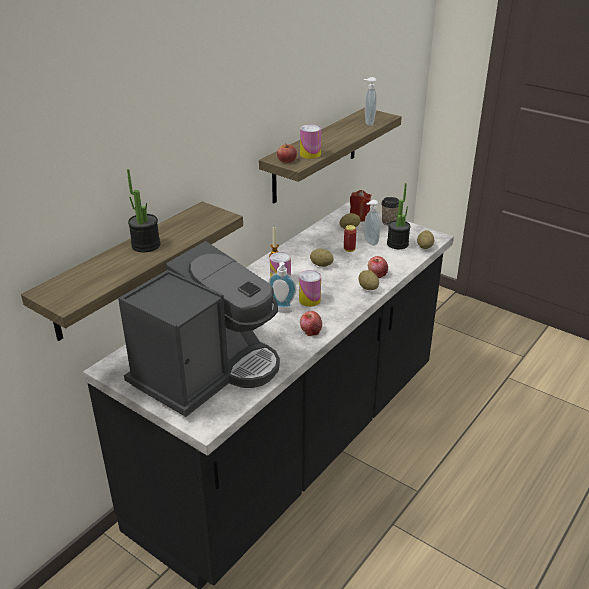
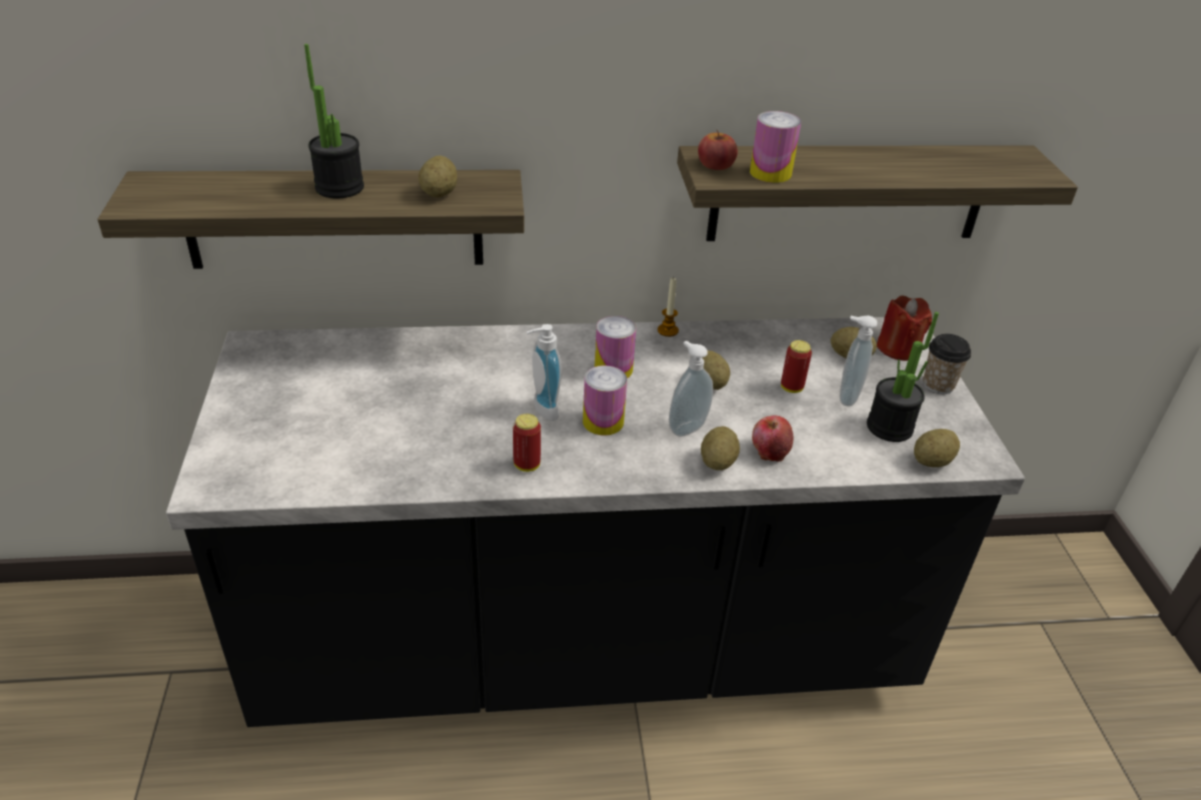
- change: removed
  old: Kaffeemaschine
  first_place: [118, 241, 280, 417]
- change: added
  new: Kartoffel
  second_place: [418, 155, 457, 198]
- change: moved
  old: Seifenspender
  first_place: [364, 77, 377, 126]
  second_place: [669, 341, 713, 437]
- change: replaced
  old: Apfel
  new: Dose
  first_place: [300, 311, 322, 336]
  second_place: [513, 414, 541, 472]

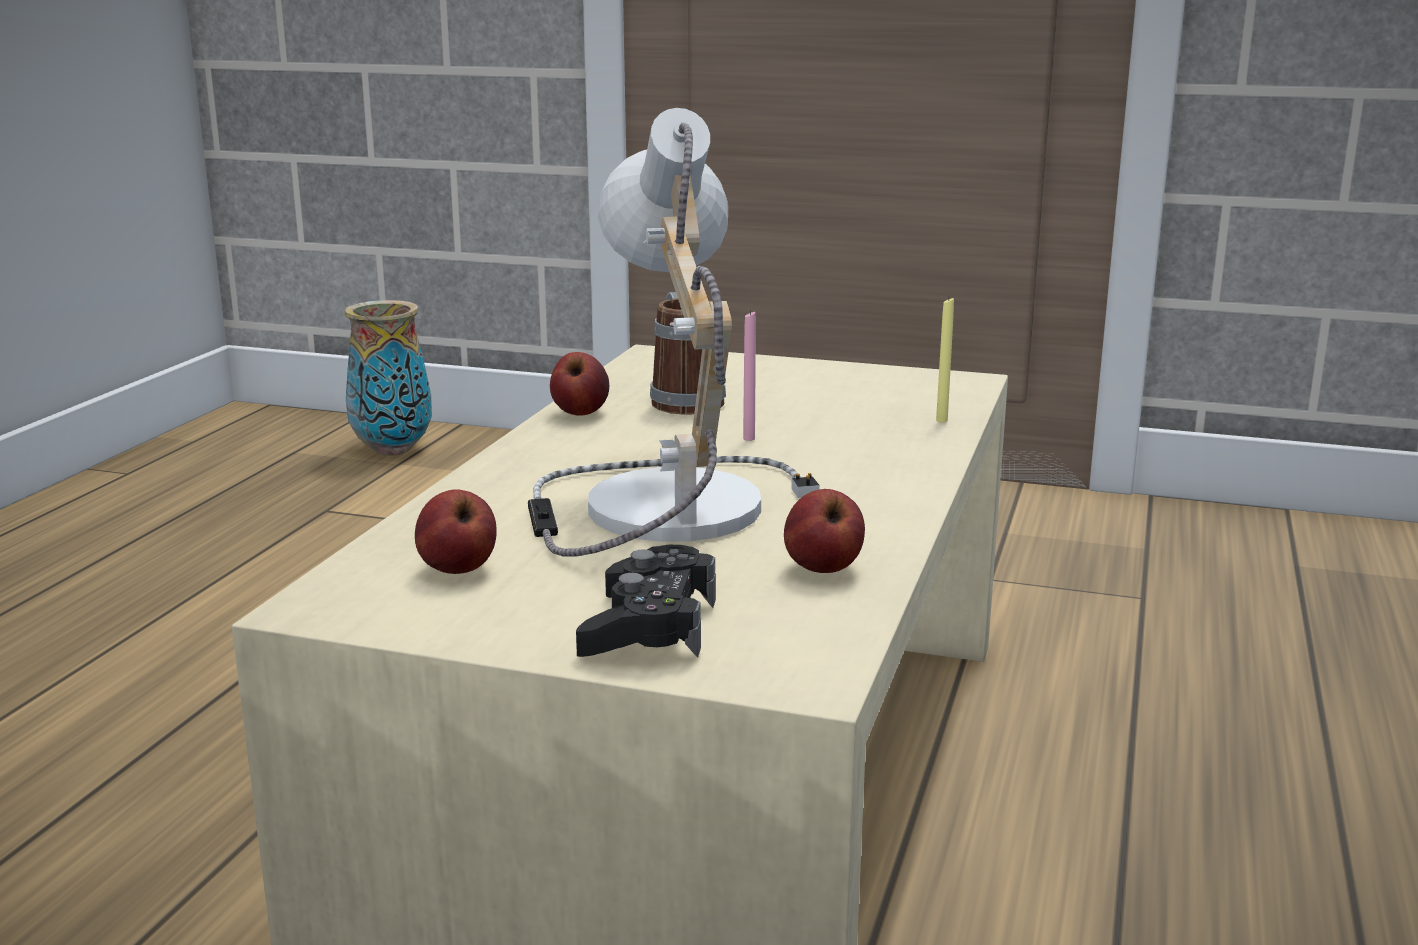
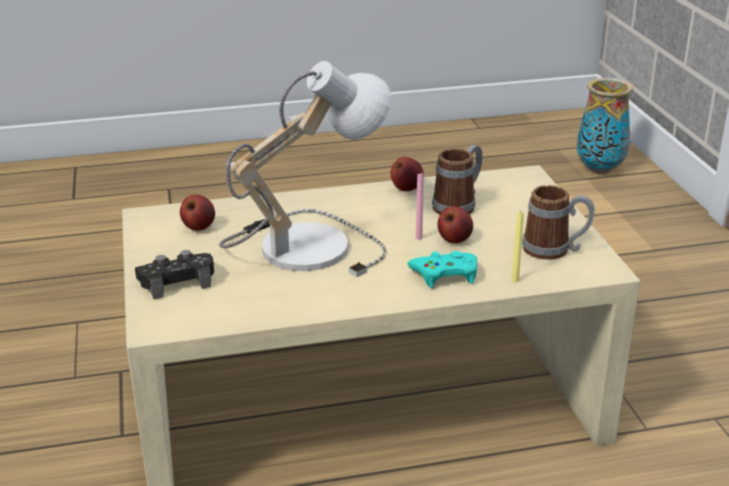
- change: added
  new: Gamepad (türkis)
  second_place: [408, 251, 477, 288]
- change: added
  new: Henkelbecher
  second_place: [522, 185, 595, 260]
- change: moved
  old: Apfel
  first_place: [784, 489, 865, 573]
  second_place: [437, 206, 473, 244]

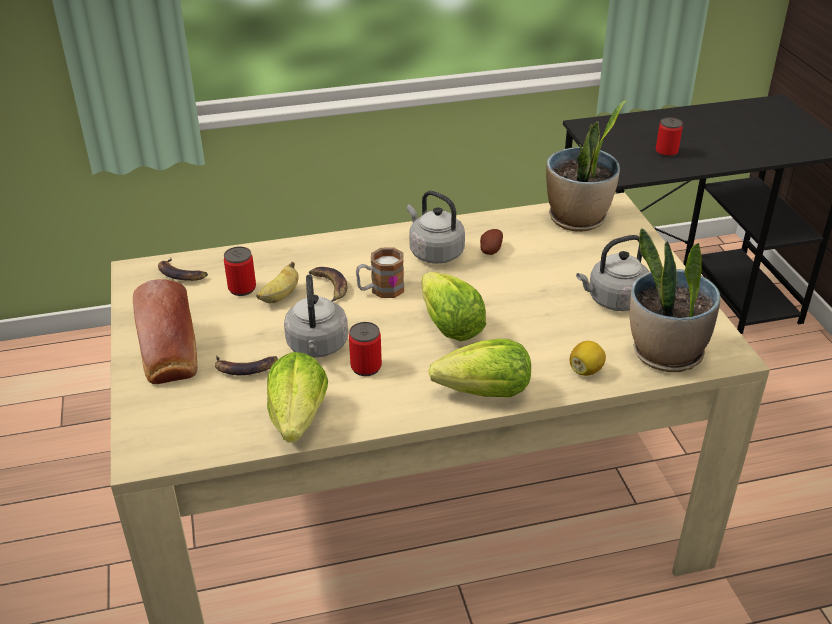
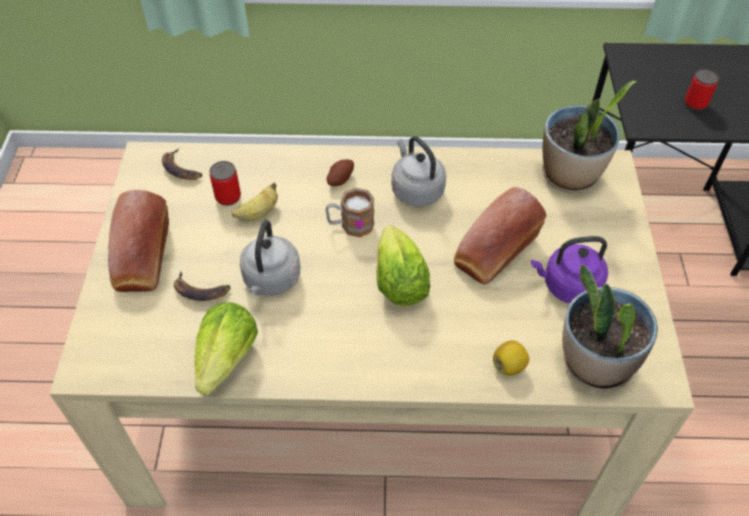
- change: removed
  old: Banane
  first_place: [309, 267, 347, 302]
- change: removed
  old: Dose
  first_place: [349, 322, 382, 376]
- change: removed
  old: Salatkopf
  first_place: [428, 339, 531, 397]
- change: added
  new: Brot
  second_place: [454, 187, 546, 285]
- change: moved
  old: Kartoffel
  first_place: [480, 229, 503, 255]
  second_place: [327, 159, 354, 186]
- change: recoloured
  old: Wasserkessel (grau)
  new: Wasserkessel (lila)
  first_place: [576, 235, 649, 311]
  second_place: [531, 236, 608, 303]

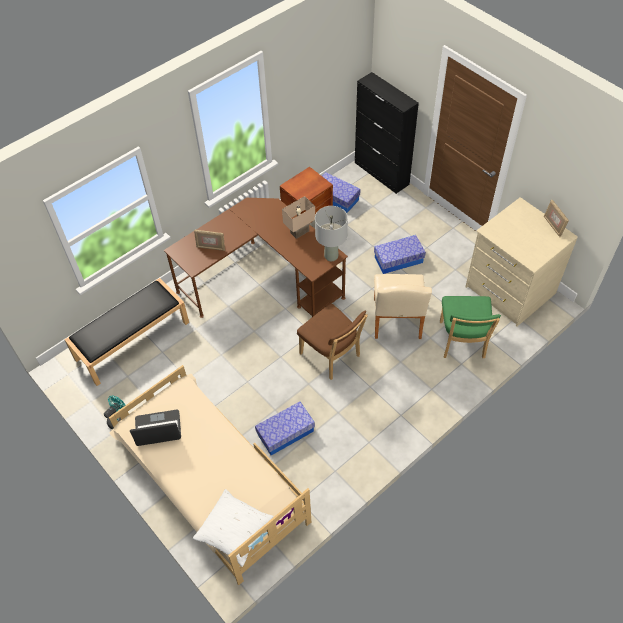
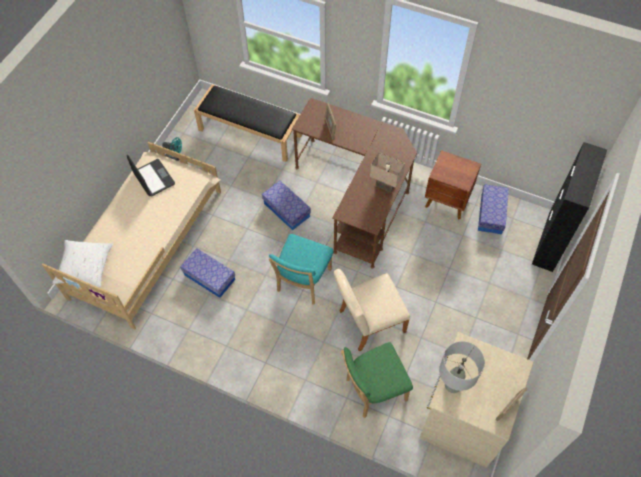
- change: moved
  old: Tischlampe (grau)
  first_place: [315, 206, 348, 261]
  second_place: [439, 341, 485, 393]
- change: moved
  old: Aufbewahrungsbox
  first_place: [374, 235, 426, 274]
  second_place: [262, 181, 311, 231]
- change: recoloured
  old: Stuhl (braun)
  new: Stuhl (türkis)
  first_place: [297, 304, 368, 380]
  second_place: [269, 234, 333, 305]

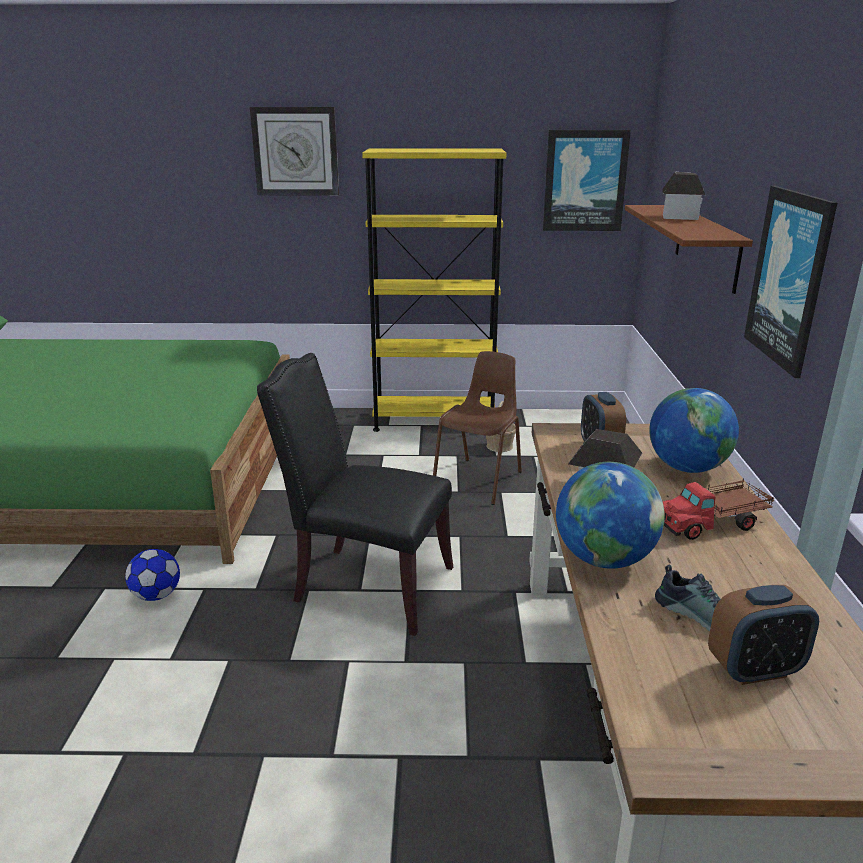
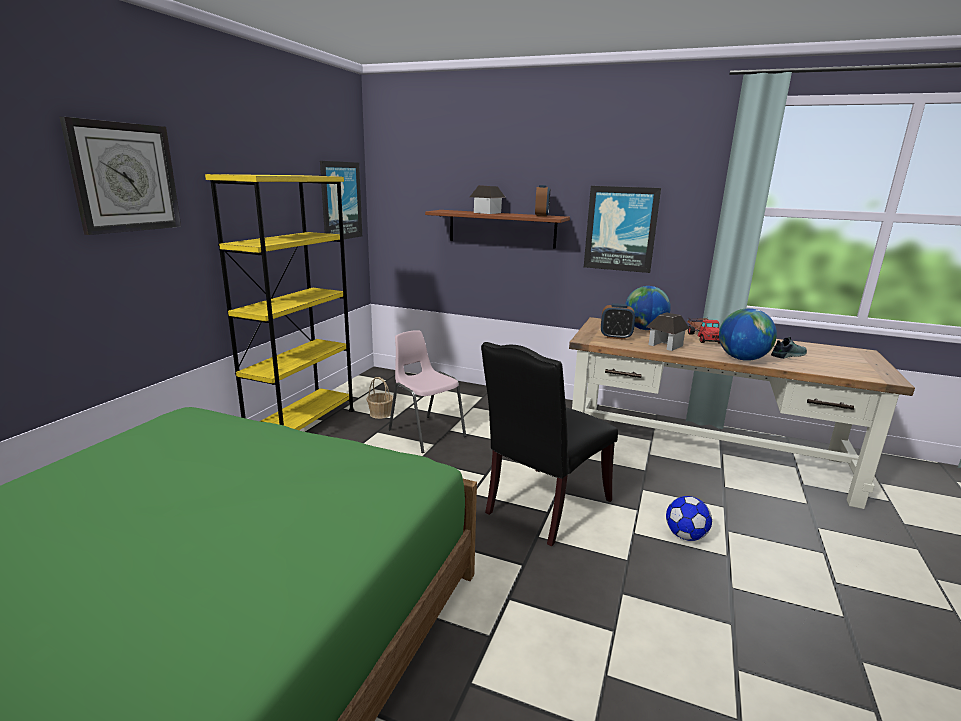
- change: moved
  old: Fußball
  first_place: [125, 549, 180, 601]
  second_place: [666, 496, 712, 541]
- change: moved
  old: Wecker
  first_place: [708, 585, 819, 685]
  second_place: [535, 185, 550, 217]
- change: recoloured
  old: Stuhl (braun)
  new: Stuhl (rosa)
  first_place: [433, 351, 522, 505]
  second_place: [389, 330, 466, 453]

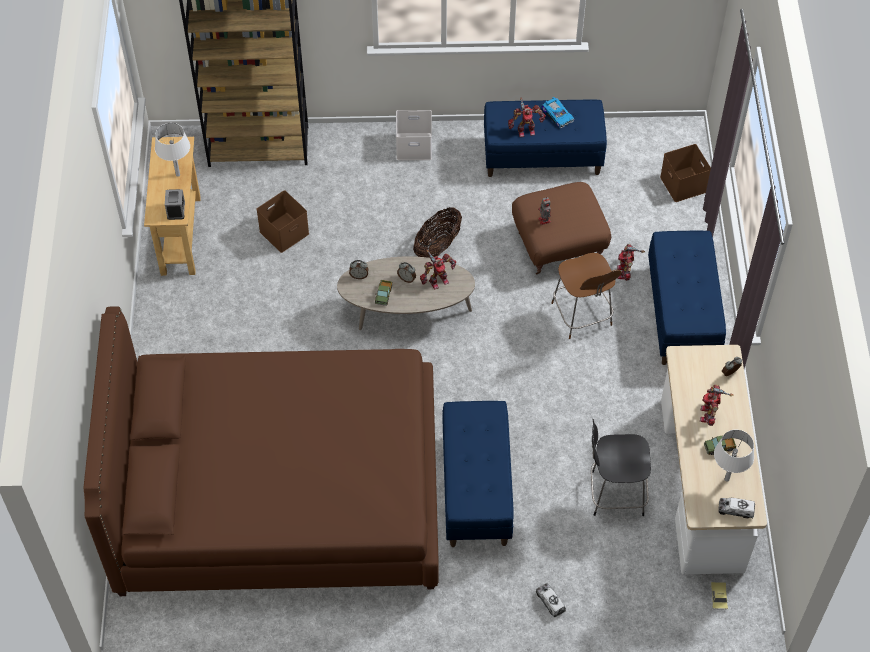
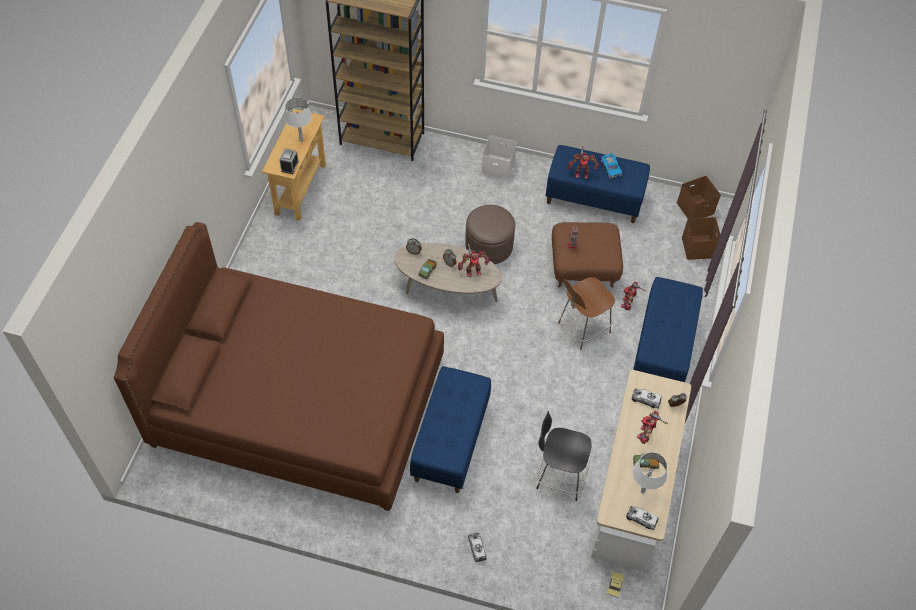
- change: added
  new: Spielzeuglaster
  second_place: [632, 388, 662, 409]
- change: moved
  old: Aufbewahrungsbox (braun)
  first_place: [256, 190, 309, 253]
  second_place: [677, 176, 721, 218]
- change: replaced
  old: Korb
  new: Polsterhocker (braun)
  first_place: [413, 207, 462, 258]
  second_place: [465, 205, 515, 264]
- change: turned
  old: Stuhl (braun)
  first_place: [551, 253, 622, 339]
  second_place: [558, 277, 615, 350]
  degrees: 60

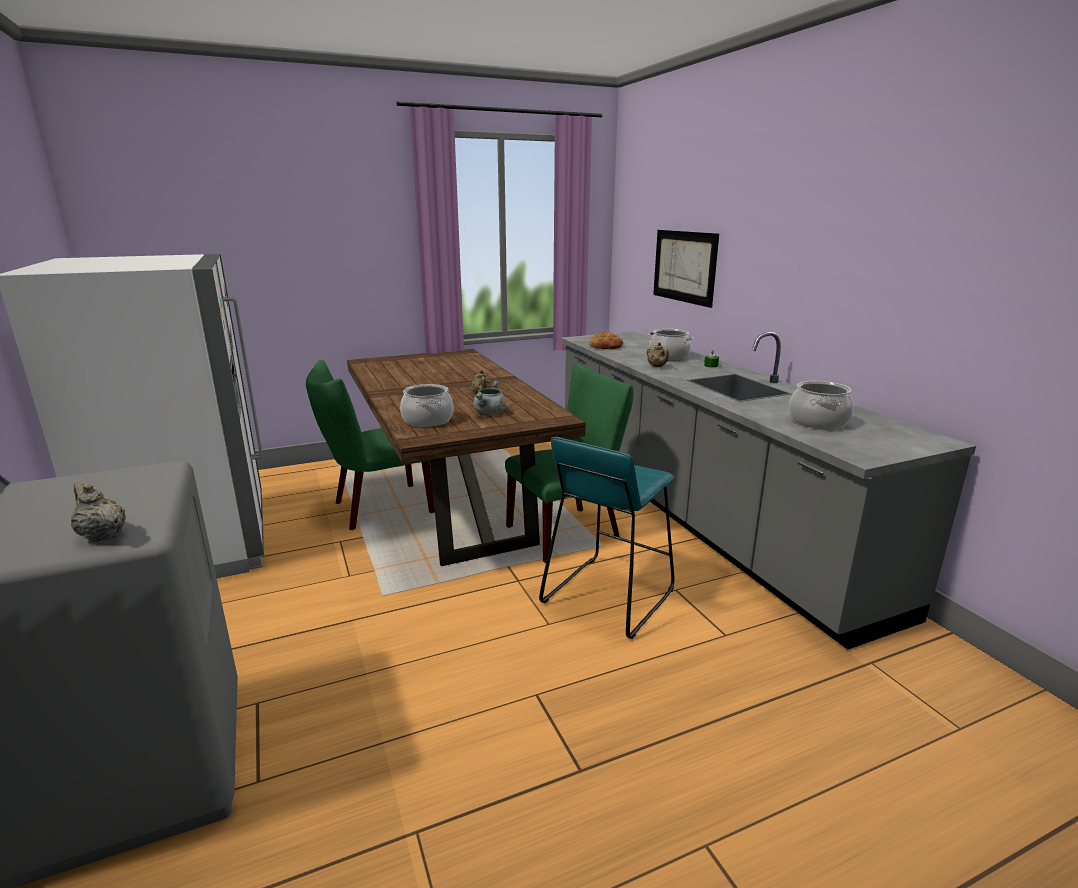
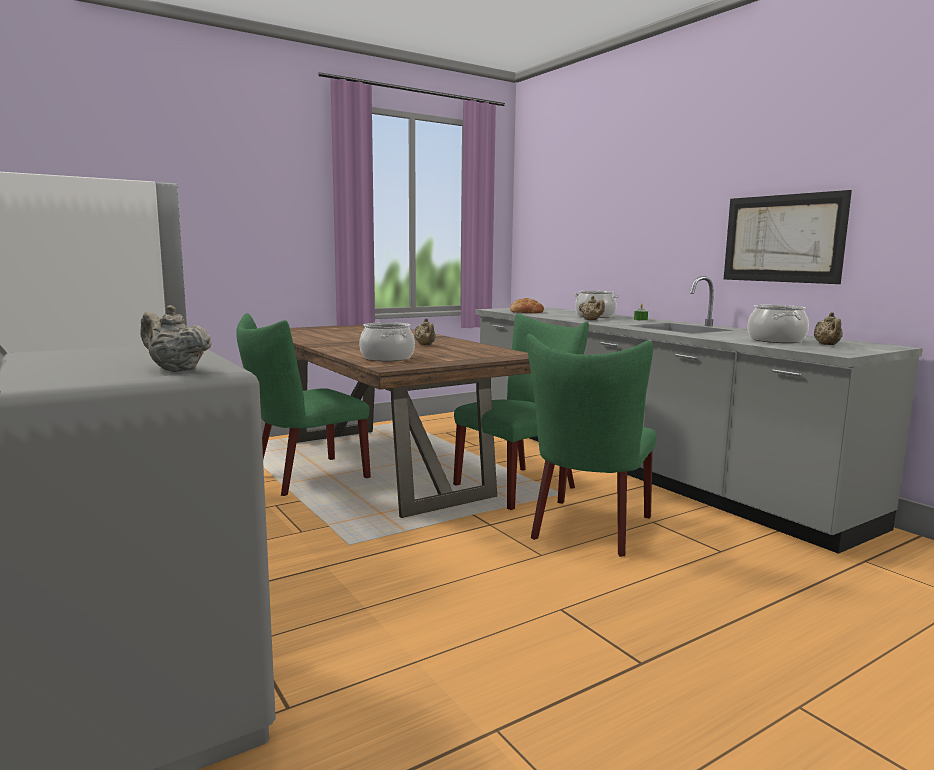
- change: removed
  old: Kochtopf (grau)
  first_place: [473, 381, 506, 415]
- change: added
  new: Teekanne (beige)
  second_place: [814, 312, 843, 345]
- change: moved
  old: Bild
  first_place: [653, 230, 719, 308]
  second_place: [724, 190, 852, 284]
- change: replaced
  old: Hocker (türkis)
  new: Stuhl (grün)
  first_place: [539, 437, 675, 639]
  second_place: [527, 334, 657, 557]

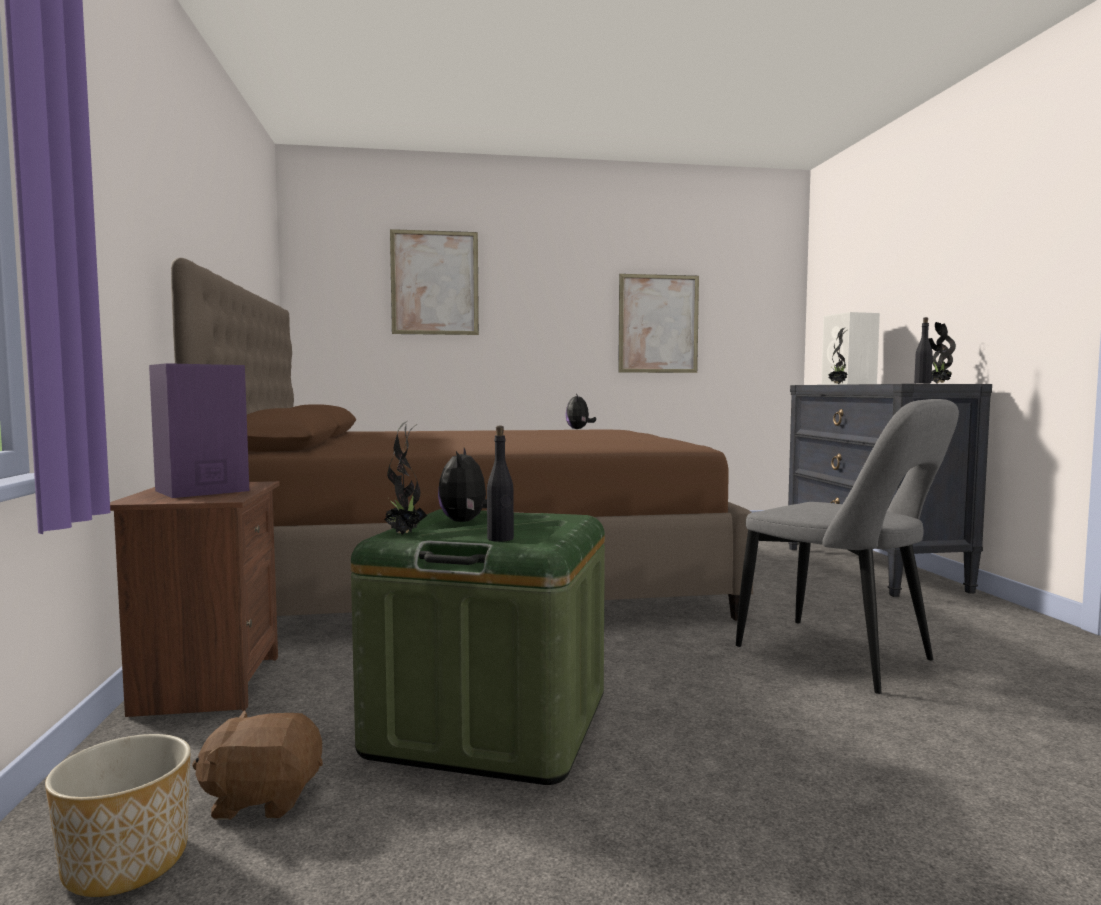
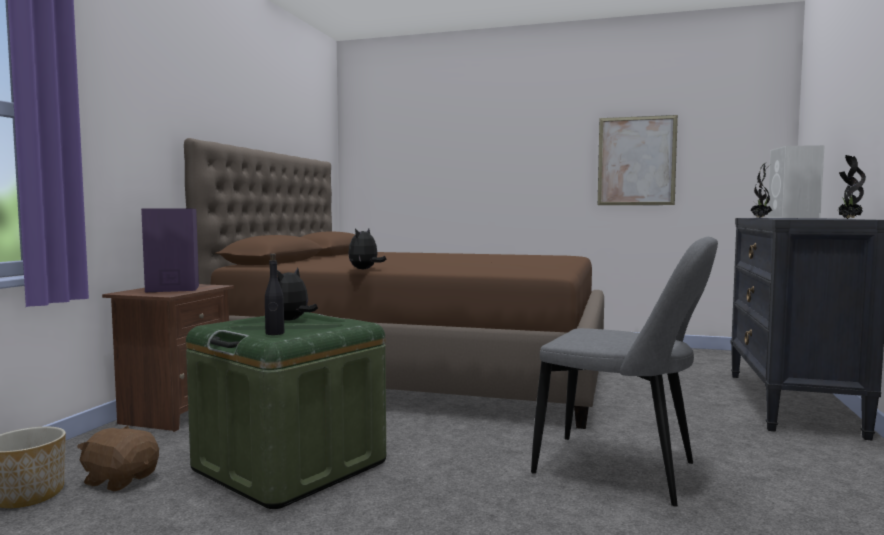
- change: removed
  old: Topfpflanze
  first_place: [384, 421, 427, 535]
- change: removed
  old: Bild
  first_place: [390, 229, 479, 335]
- change: removed
  old: Flasche (schwarz)
  first_place: [914, 317, 933, 384]
- change: moved
  old: Plüschtier
  first_place: [565, 393, 596, 429]
  second_place: [348, 228, 386, 270]
- change: turned
  old: Stuhl (grau)
  first_place: [736, 399, 959, 694]
  second_place: [531, 237, 718, 507]
  degrees: -45

